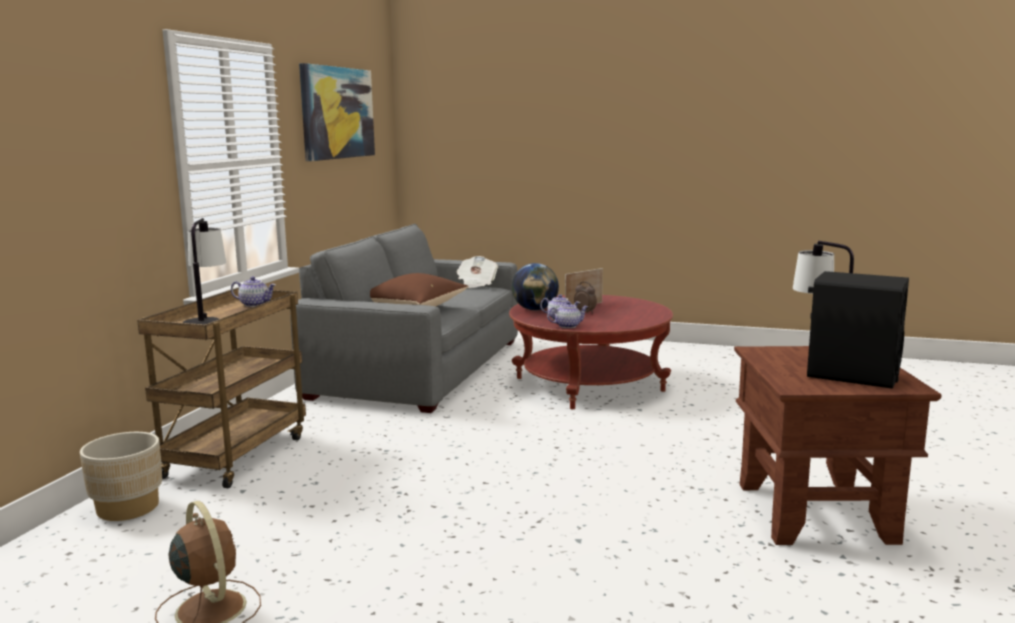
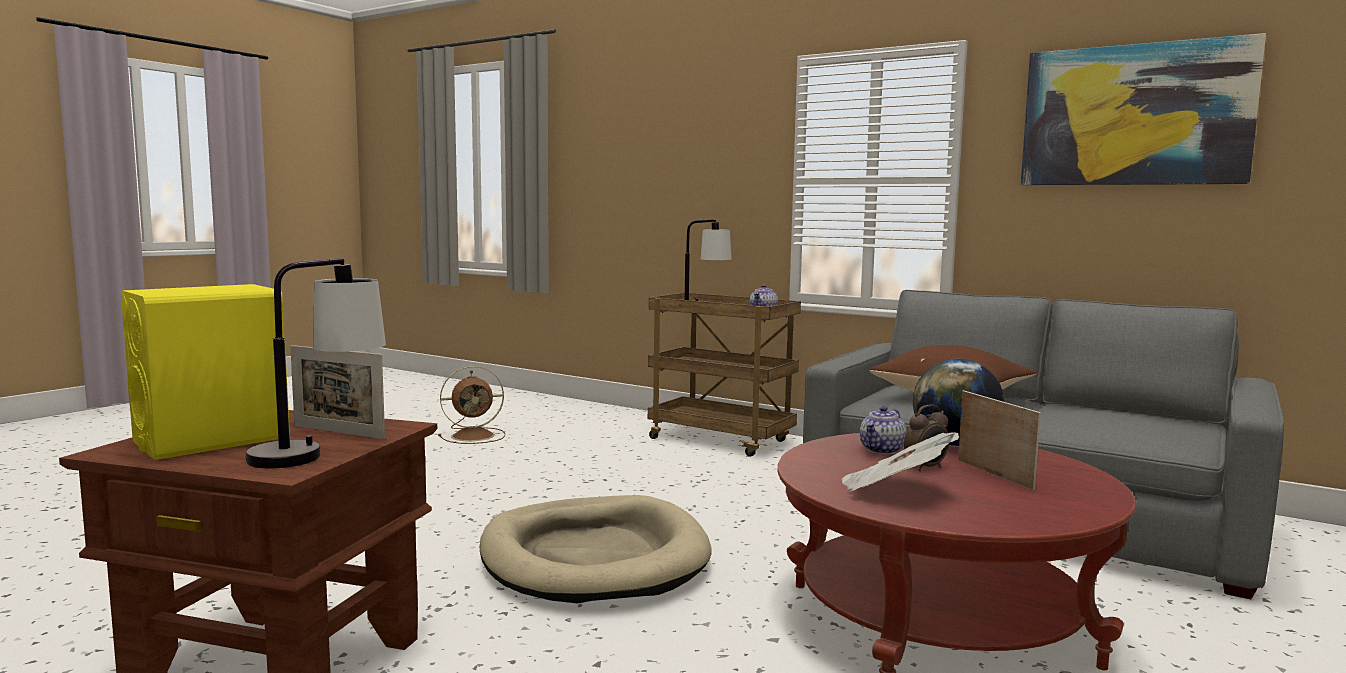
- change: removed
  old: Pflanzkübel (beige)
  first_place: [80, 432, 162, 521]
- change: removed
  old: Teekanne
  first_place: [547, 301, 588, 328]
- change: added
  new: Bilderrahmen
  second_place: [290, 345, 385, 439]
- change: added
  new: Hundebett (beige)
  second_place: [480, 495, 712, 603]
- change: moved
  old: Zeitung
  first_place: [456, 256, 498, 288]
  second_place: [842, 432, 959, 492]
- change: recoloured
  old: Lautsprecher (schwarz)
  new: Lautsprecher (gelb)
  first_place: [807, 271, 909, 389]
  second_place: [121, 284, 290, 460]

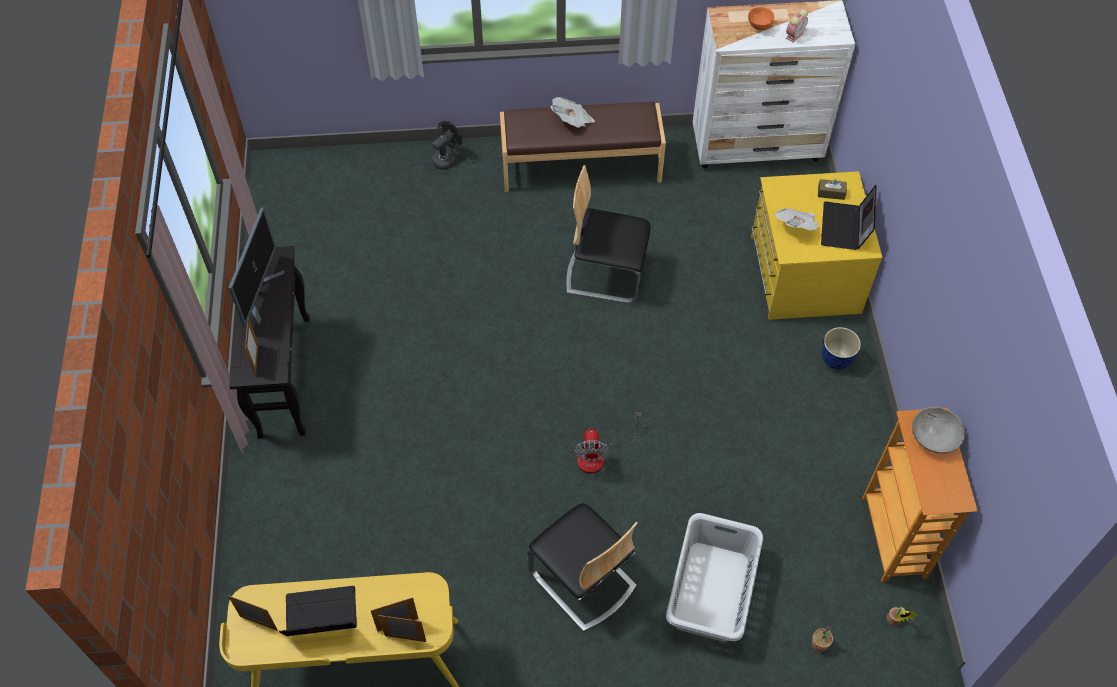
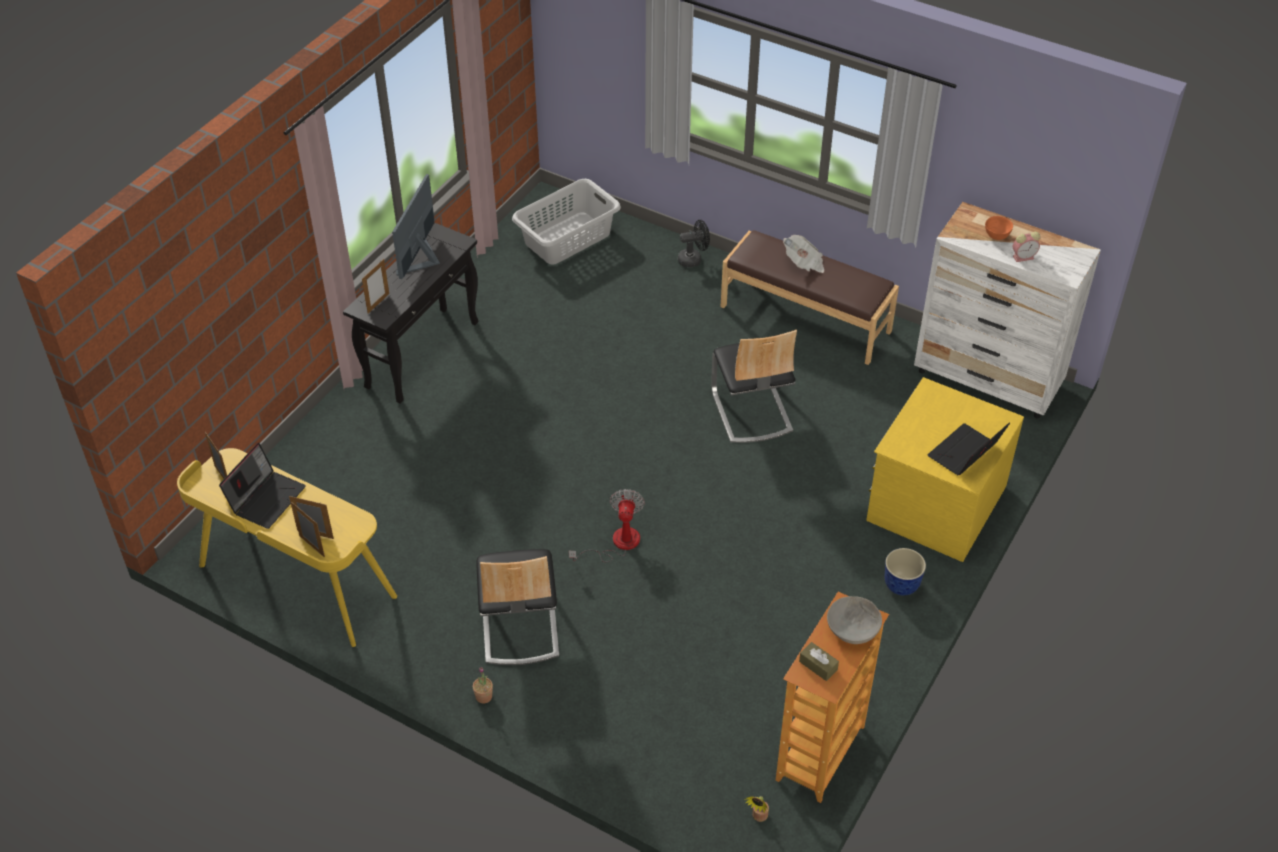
- change: removed
  old: Zeitung
  first_place: [775, 207, 819, 231]
- change: moved
  old: Wäschekorb (grau)
  first_place: [666, 513, 763, 642]
  second_place: [512, 179, 621, 265]
- change: moved
  old: Topfpflanze
  first_place: [812, 625, 833, 652]
  second_place: [473, 667, 493, 703]
- change: moved
  old: Taschentuchbox (braun)
  first_place: [818, 179, 847, 200]
  second_place: [799, 642, 839, 681]
- change: turned
  old: Monitor
  first_place: [228, 207, 285, 326]
  second_place: [392, 174, 440, 279]
  degrees: 150
- change: turned
  old: Laptop
  first_place: [279, 586, 357, 636]
  second_place: [219, 443, 306, 529]
  degrees: 90
- change: turned
  old: Stuhl
  first_place: [566, 165, 651, 304]
  second_place: [711, 330, 797, 443]
  degrees: -150
- change: turned
  old: Ventilator
  first_place: [574, 412, 642, 474]
  second_place: [569, 489, 645, 562]
  degrees: 150

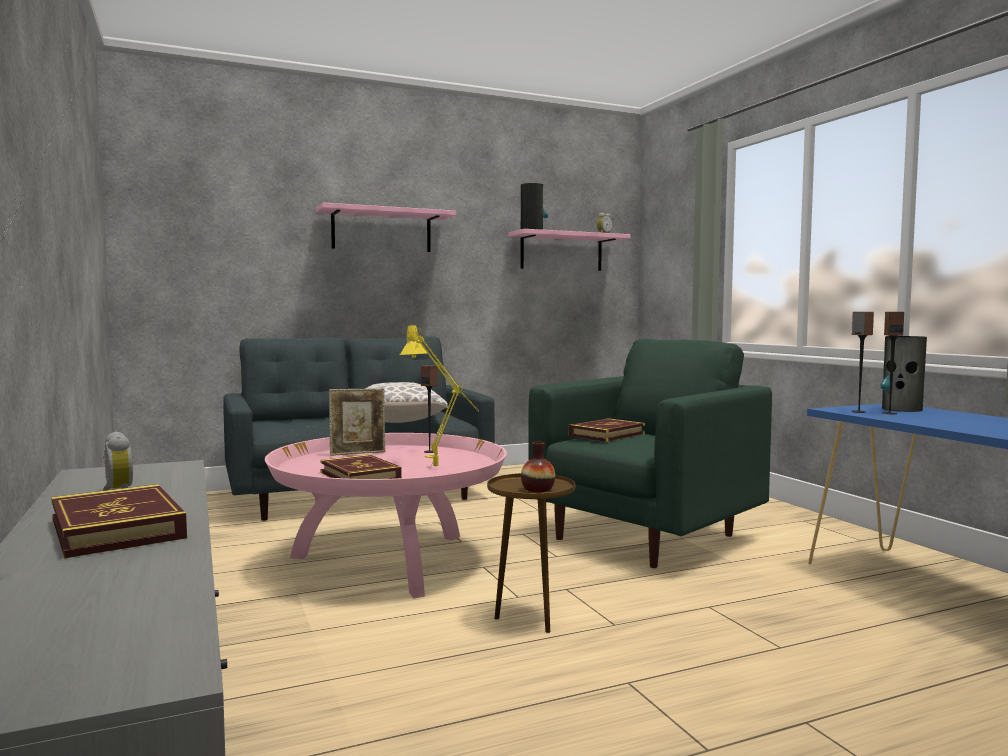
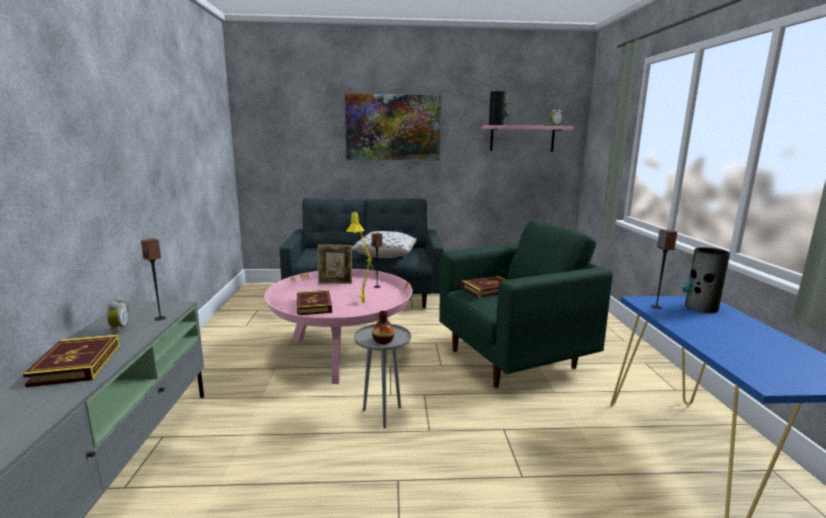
- change: moved
  old: Lautsprecher
  first_place: [882, 312, 904, 414]
  second_place: [141, 238, 166, 321]
- change: replaced
  old: Wandregal (rosa)
  new: Bild
  first_place: [316, 202, 456, 252]
  second_place: [345, 94, 441, 160]
- change: recoloured
  old: Beistelltisch (braun)
  new: Beistelltisch (grau)
  first_place: [487, 473, 575, 633]
  second_place: [354, 324, 411, 428]

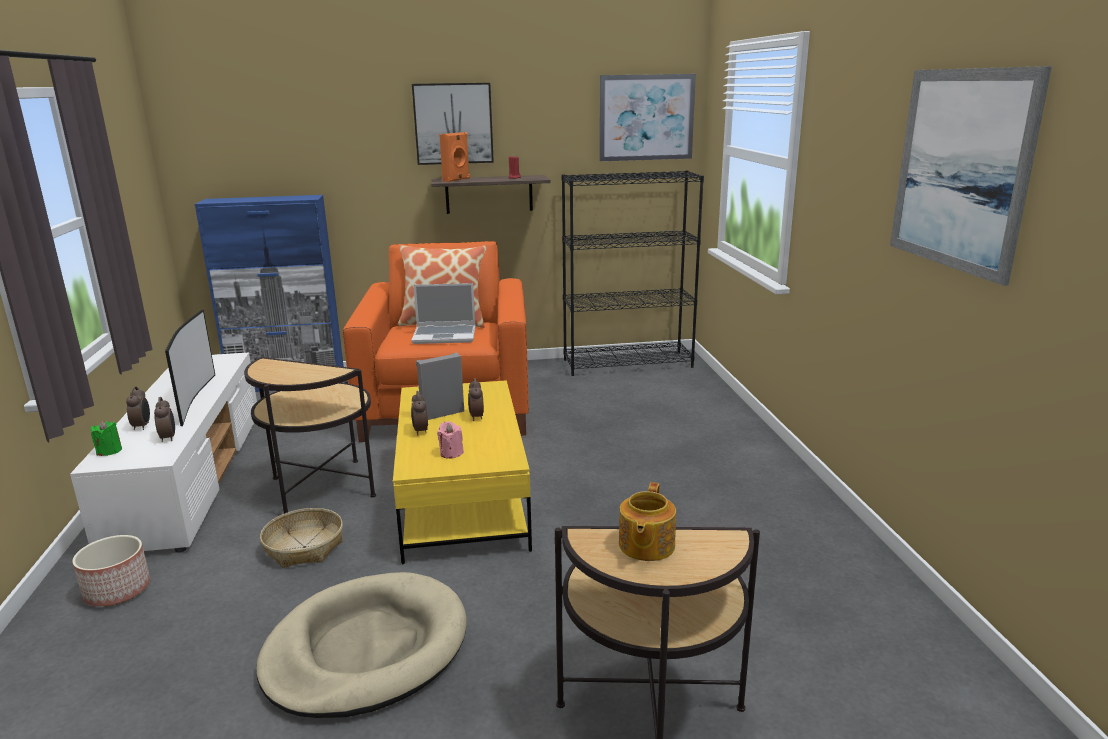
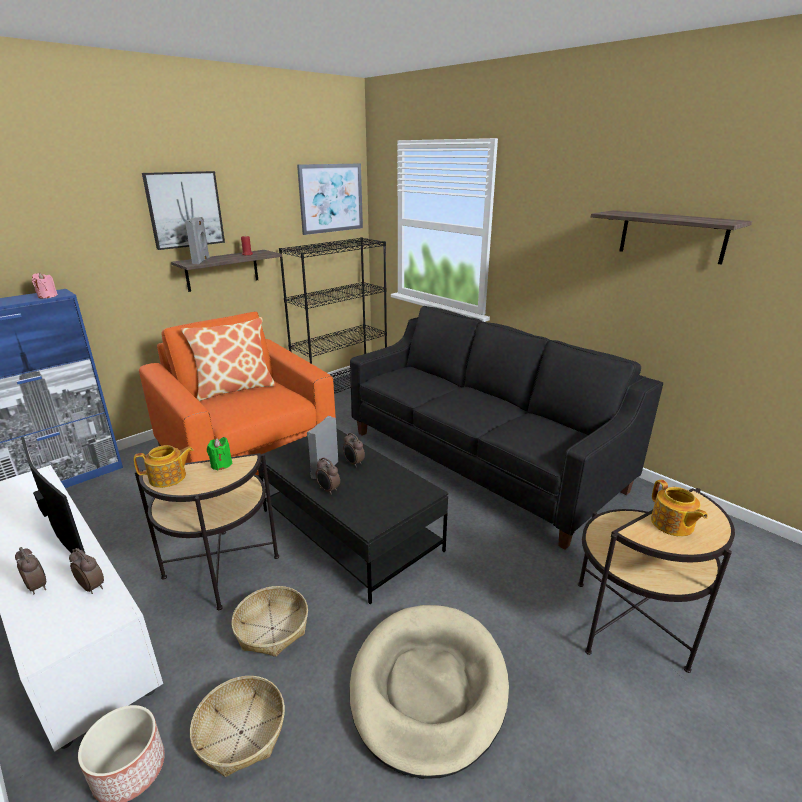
- change: removed
  old: Laptop
  first_place: [411, 283, 476, 344]
- change: added
  new: Teekanne
  second_place: [134, 445, 193, 488]
- change: added
  new: Korb
  second_place: [190, 676, 285, 777]
- change: added
  new: Sofa (schwarz)
  second_place: [350, 306, 663, 550]
- change: moved
  old: Kerze (grün)
  first_place: [91, 420, 122, 456]
  second_place: [207, 437, 233, 470]
- change: moved
  old: Kerze (rosa)
  first_place: [437, 421, 464, 459]
  second_place: [32, 272, 58, 299]
- change: replaced
  old: Bild
  new: Wandregal
  first_place: [890, 66, 1052, 286]
  second_place: [591, 210, 752, 265]
- change: recoloured
  old: Couchtisch (gelb)
  new: Couchtisch (schwarz)
  first_place: [393, 380, 532, 564]
  second_place: [258, 428, 448, 604]
- change: recoloured
  old: Lautsprecher (orange)
  new: Lautsprecher (grau)
  first_place: [439, 132, 470, 182]
  second_place: [185, 217, 210, 264]

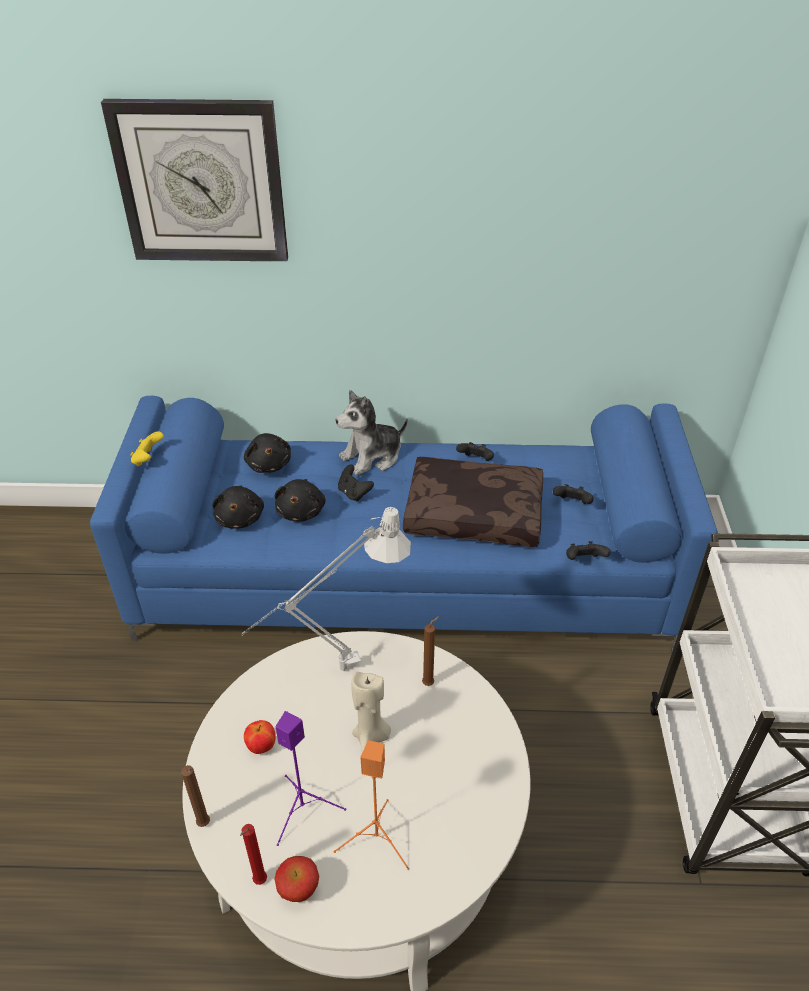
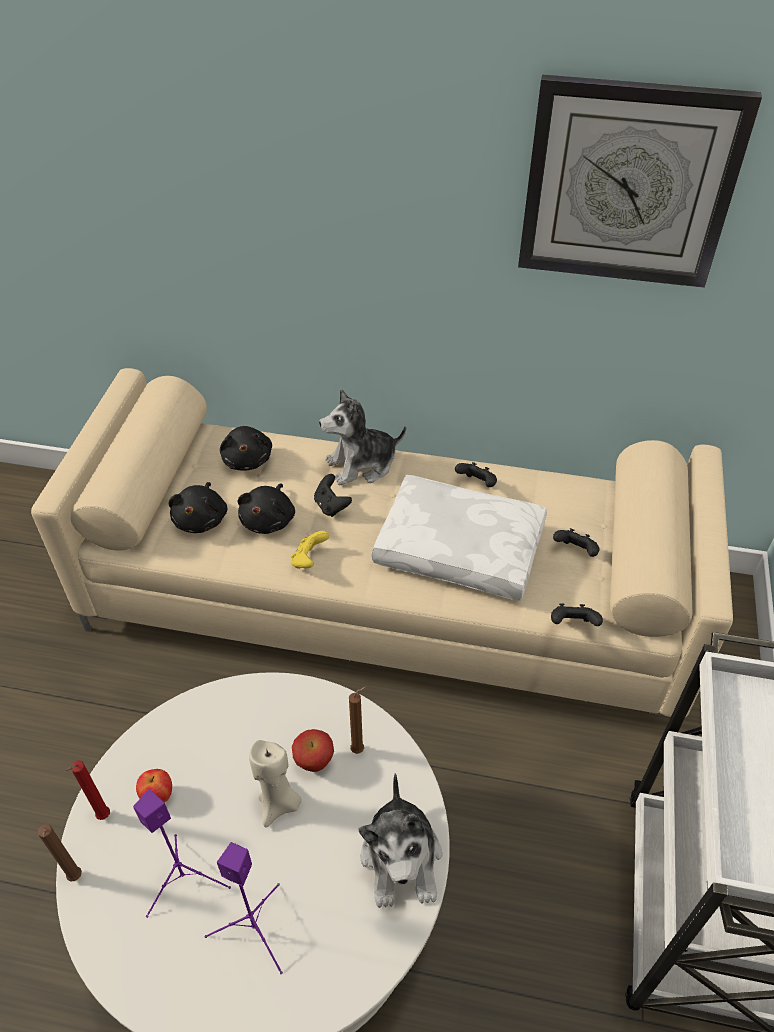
- change: removed
  old: Tischlampe (grau)
  first_place: [241, 507, 411, 671]
- change: added
  new: Plüschtier
  second_place: [359, 773, 442, 908]
- change: moved
  old: Wanduhr
  first_place: [101, 99, 288, 262]
  second_place: [518, 75, 762, 288]
- change: moved
  old: Gamepad (gelb)
  first_place: [130, 431, 164, 466]
  second_place: [291, 531, 329, 569]
- change: moved
  old: Kerze (rot)
  first_place: [240, 824, 267, 885]
  second_place: [65, 760, 110, 820]
- change: moved
  old: Apfel
  first_place: [274, 856, 319, 902]
  second_place: [292, 729, 334, 772]
- change: recoloured
  old: Sofa (blau)
  new: Sofa (beige)
  first_place: [90, 396, 718, 653]
  second_place: [31, 368, 733, 717]
- change: recoloured
  old: Lautsprecher (orange)
  new: Lautsprecher (lila)
  first_place: [334, 740, 410, 870]
  second_place: [205, 842, 283, 975]
- change: recoloured
  old: Kissen (braun)
  new: Kissen (weiß)
  first_place: [403, 457, 543, 547]
  second_place: [372, 475, 547, 601]

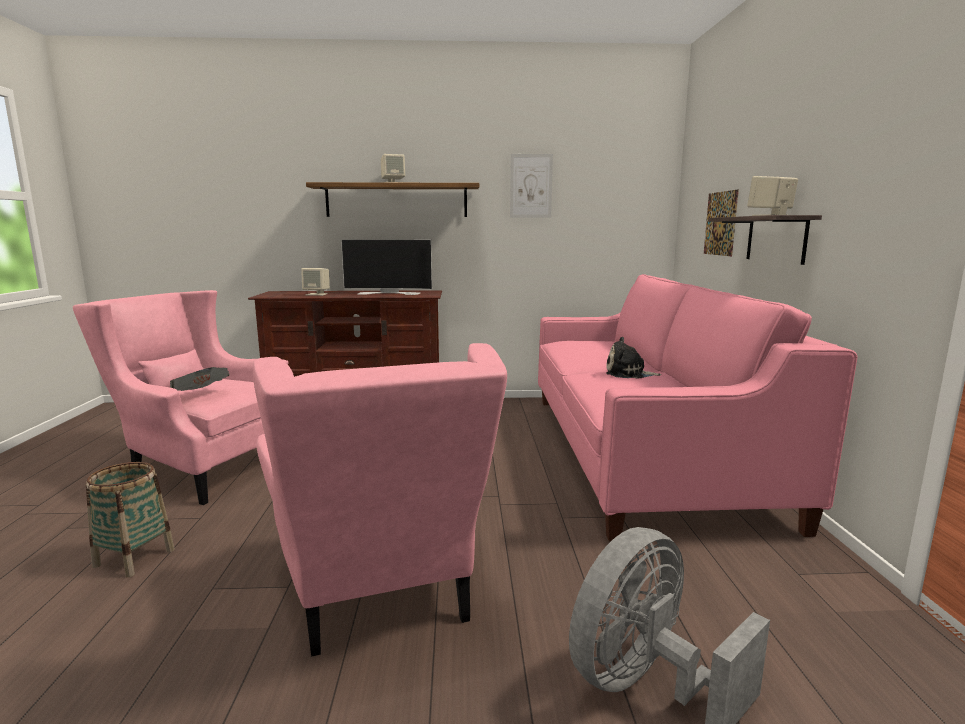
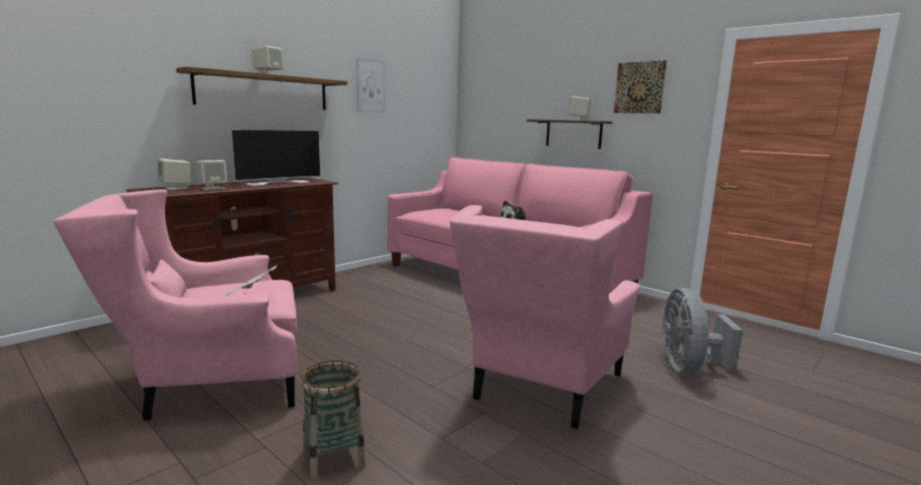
- change: added
  new: Lautsprecher (beige)
  second_place: [158, 159, 190, 190]
- change: moved
  old: Bild
  first_place: [704, 190, 739, 256]
  second_place: [614, 60, 667, 114]
- change: turned
  old: Sessel (rosa)
  first_place: [253, 343, 507, 657]
  second_place: [450, 205, 640, 429]
  degrees: 90

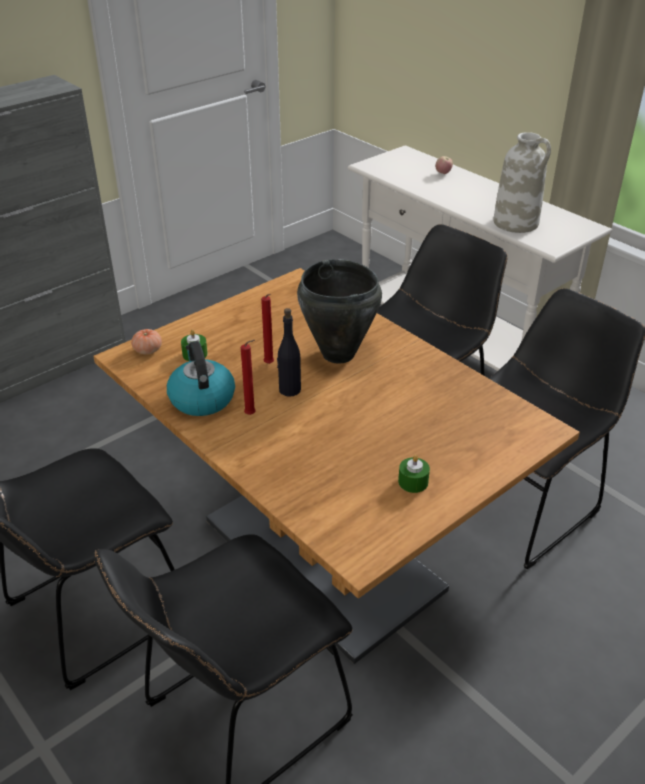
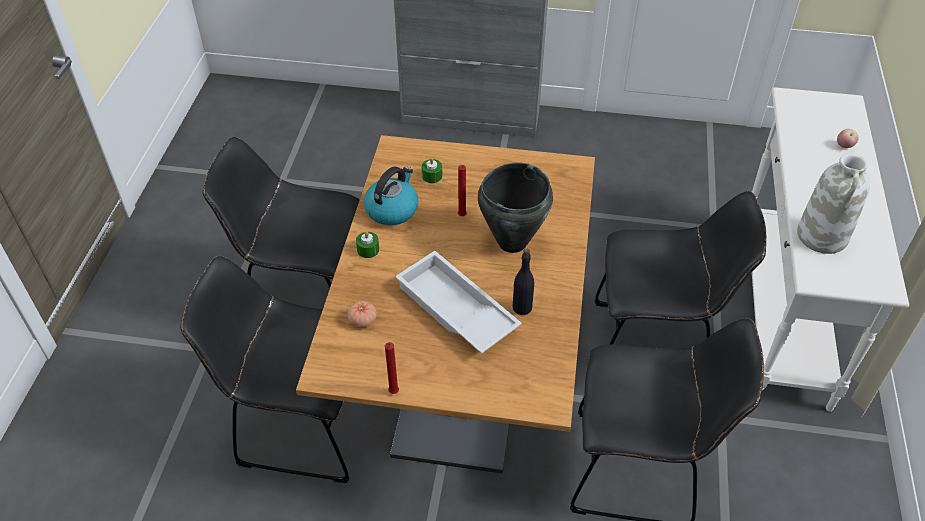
- change: added
  new: Tablett (weiß)
  second_place: [395, 251, 522, 354]
- change: moved
  old: Tomate
  first_place: [131, 329, 162, 354]
  second_place: [348, 301, 377, 328]
- change: moved
  old: Kerze (rot)
  first_place: [241, 340, 256, 415]
  second_place: [385, 342, 399, 394]
- change: moved
  old: Flasche (schwarz)
  first_place: [277, 308, 301, 397]
  second_place: [513, 248, 534, 315]
- change: moved
  old: Kerze (grün)
  first_place: [398, 455, 430, 493]
  second_place: [356, 231, 379, 258]

